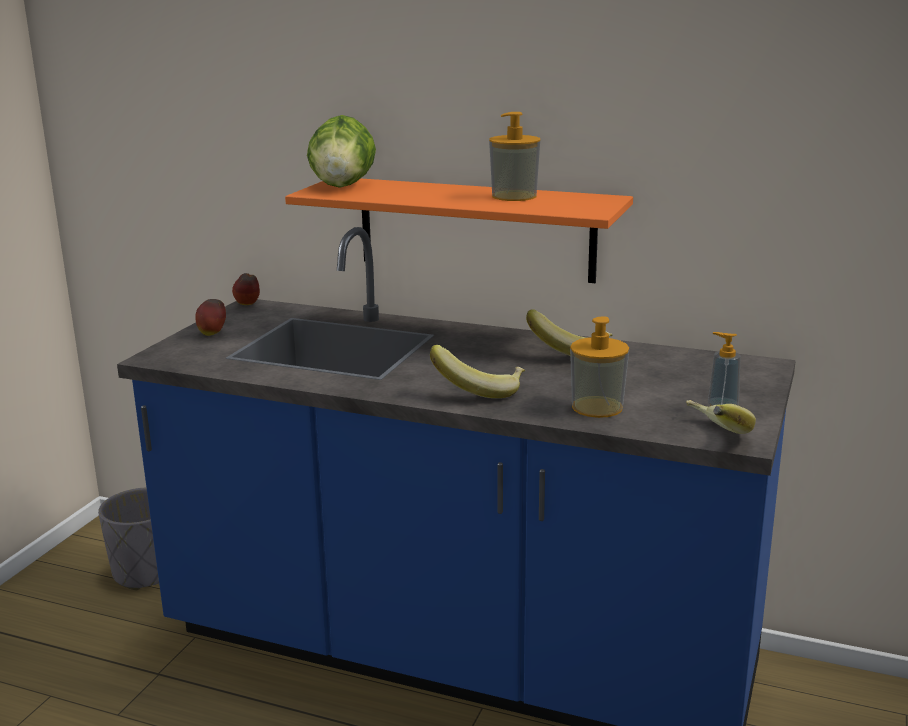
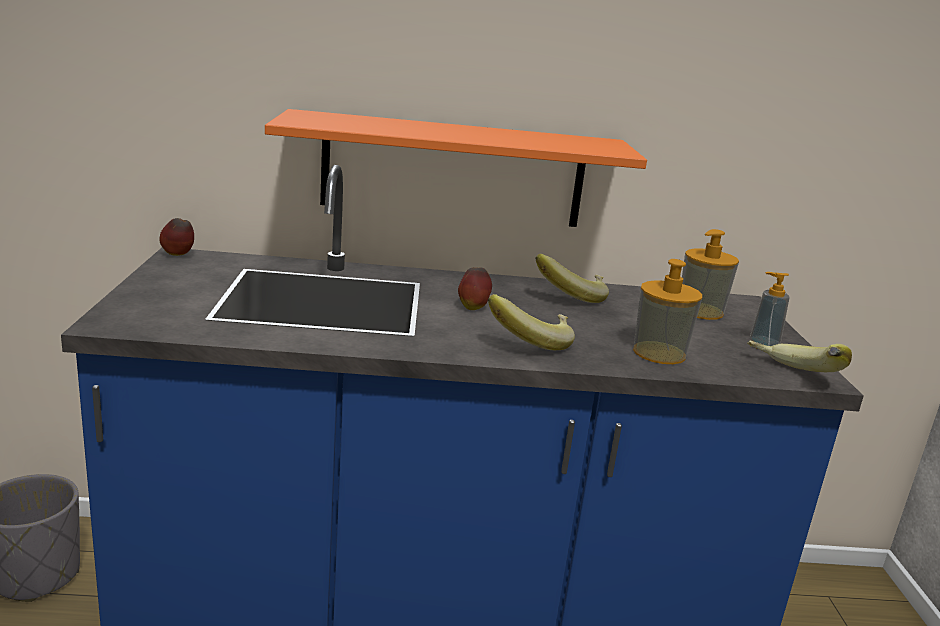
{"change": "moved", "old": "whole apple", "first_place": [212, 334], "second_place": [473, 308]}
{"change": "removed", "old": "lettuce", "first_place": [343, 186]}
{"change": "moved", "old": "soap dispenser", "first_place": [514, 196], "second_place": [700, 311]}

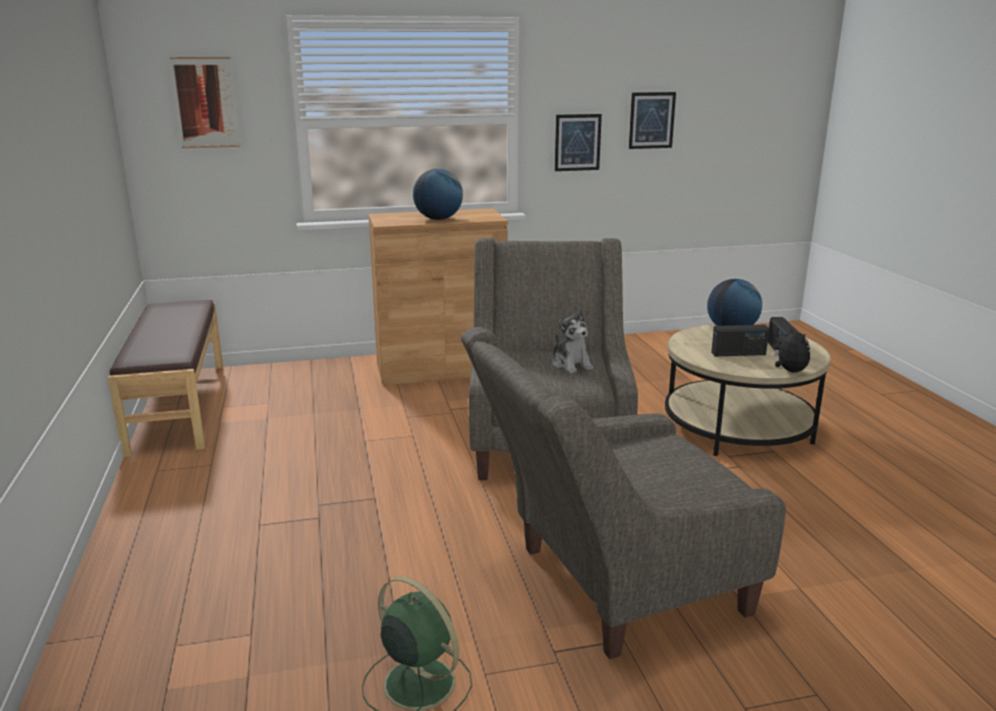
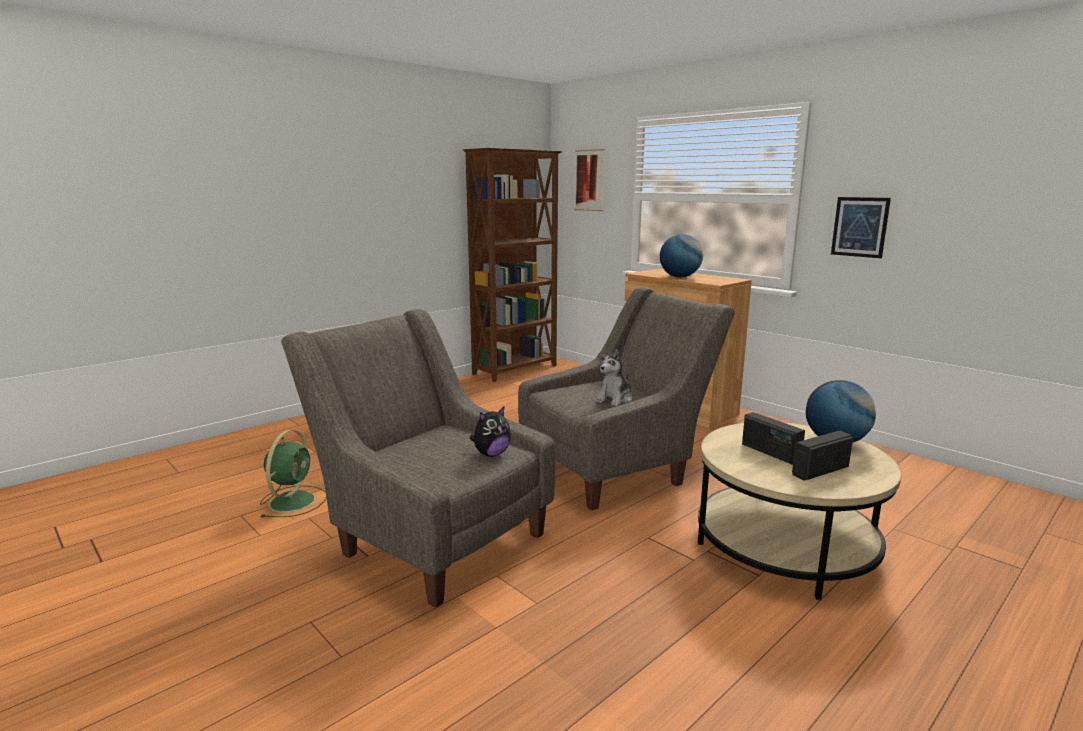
{"change": "replaced", "old": "brown-coloured long seat", "new": "brown-coloured shelving unit", "first_place": [177, 406], "second_place": [516, 370]}
{"change": "removed", "old": "picture", "first_place": [651, 120]}
{"change": "moved", "old": "soft toy", "first_place": [789, 371], "second_place": [491, 454]}

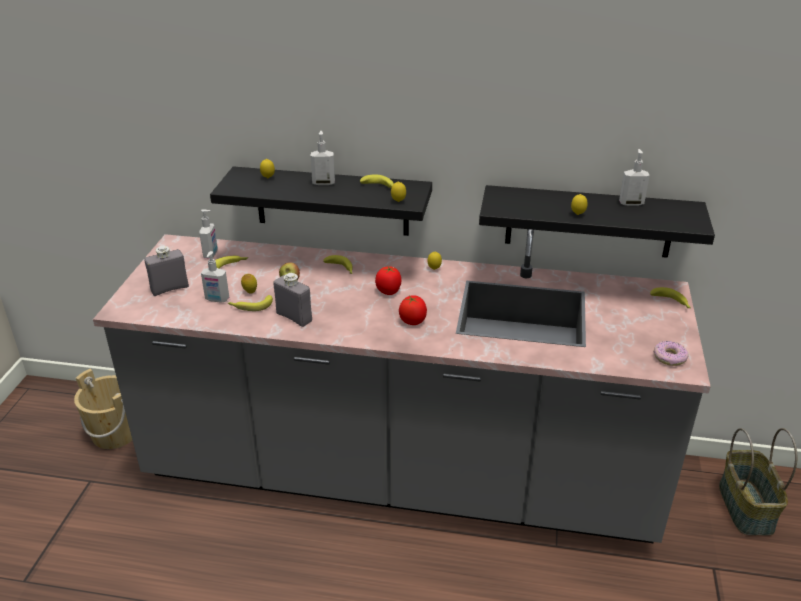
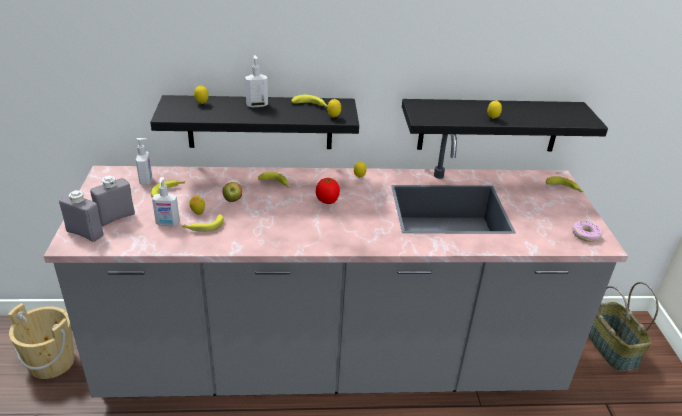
{"change": "moved", "old": "greyish beverage bottle", "first_place": [294, 317], "second_place": [85, 233]}
{"change": "removed", "old": "whole tomato", "first_place": [412, 321]}
{"change": "removed", "old": "soap dispenser", "first_place": [631, 203]}

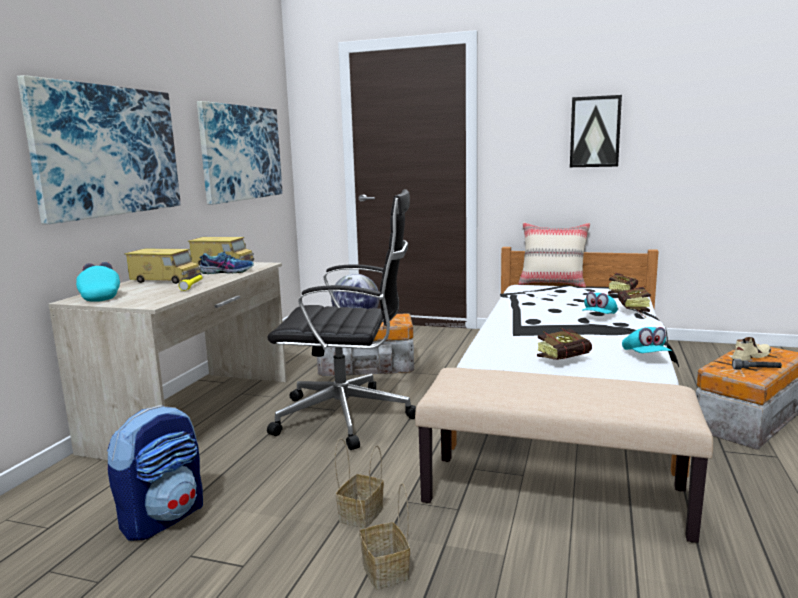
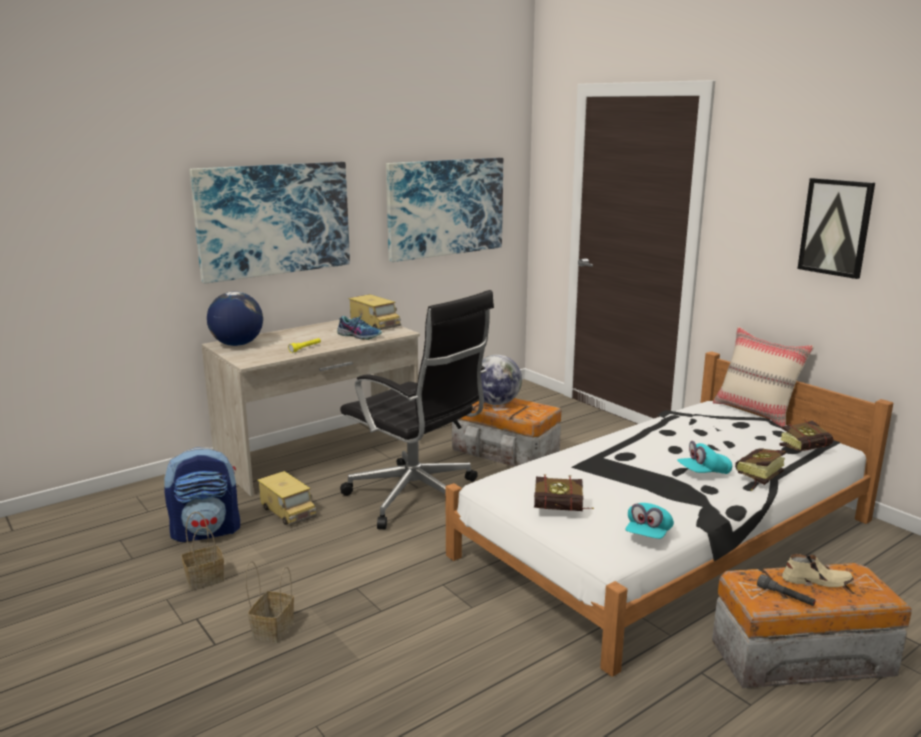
{"change": "replaced", "old": "turquoise baseball cap", "new": "globe", "first_place": [100, 296], "second_place": [237, 344]}
{"change": "moved", "old": "toy truck", "first_place": [165, 279], "second_place": [288, 511]}
{"change": "moved", "old": "storage basket", "first_place": [361, 513], "second_place": [206, 578]}
{"change": "removed", "old": "beige long seat", "first_place": [555, 495]}

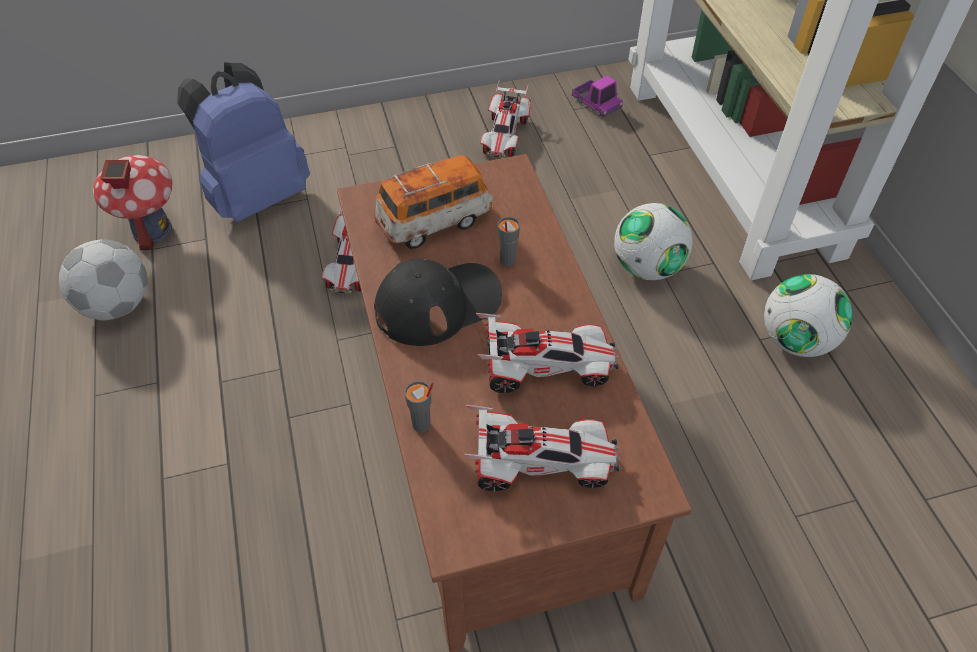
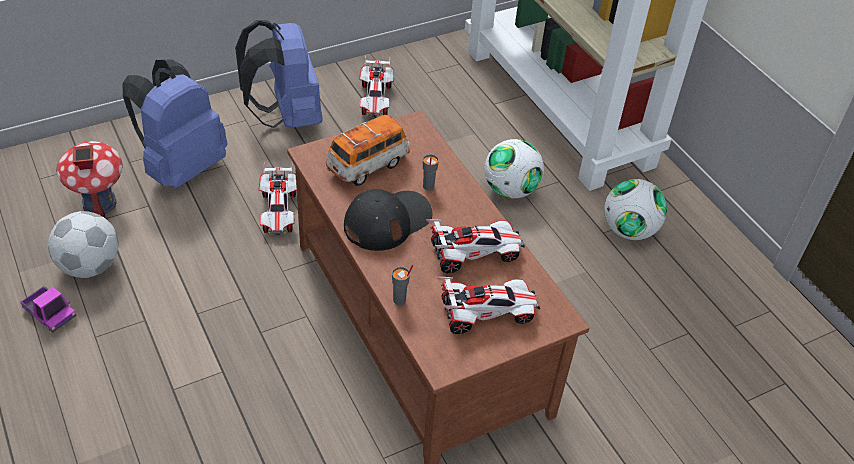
{"change": "moved", "old": "toy truck", "first_place": [596, 104], "second_place": [50, 313]}
{"change": "added", "new": "blue knapsack", "second_place": [287, 117]}

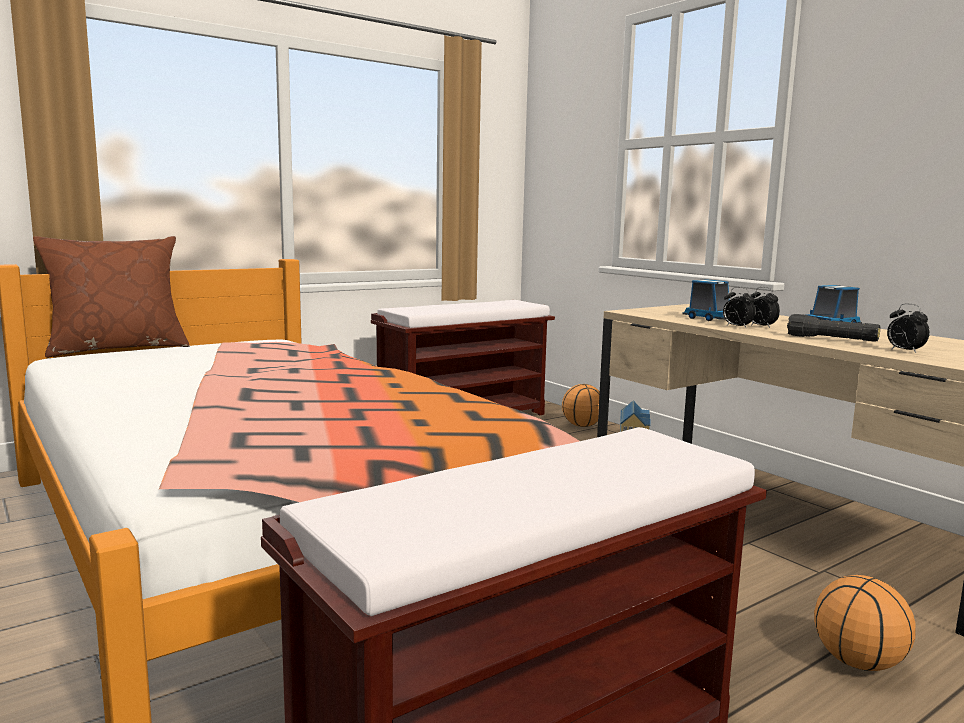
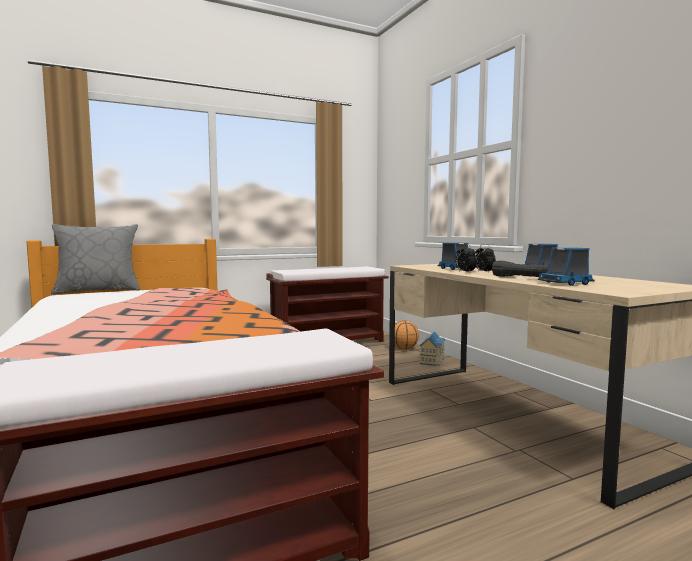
{"change": "recoloured", "old": "brown-coloured pillow", "new": "greyish pillow", "first_place": [118, 348], "second_place": [98, 291]}
{"change": "removed", "old": "ball for basketball", "first_place": [856, 662]}
{"change": "replaced", "old": "alarm clock", "new": "toy truck", "first_place": [904, 351], "second_place": [566, 283]}

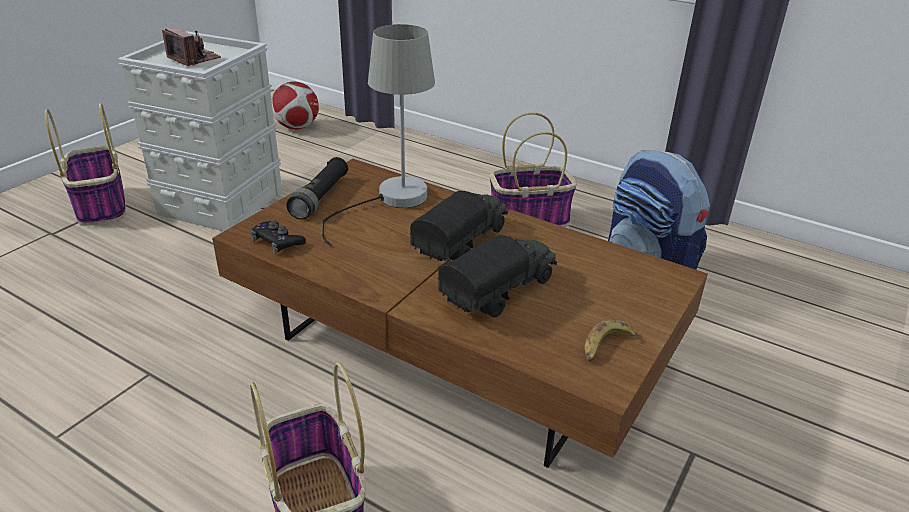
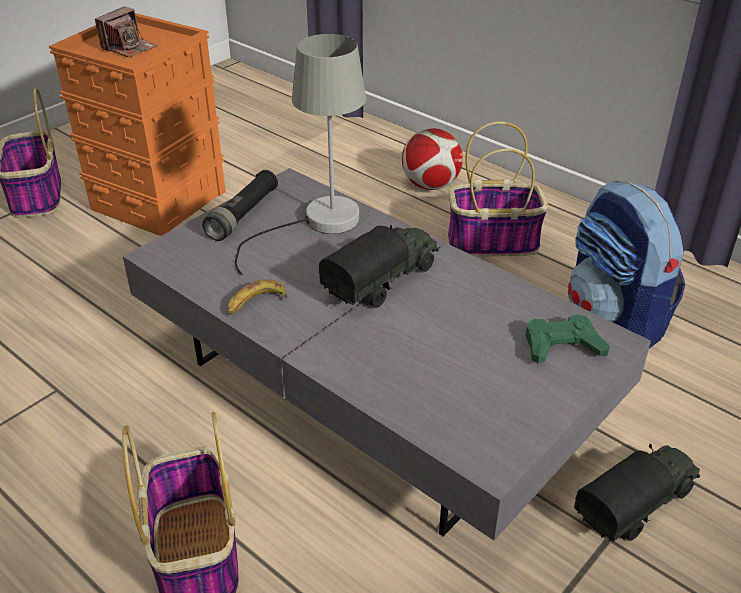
{"change": "recoloured", "old": "greyish storage bin", "new": "orange-coloured storage bin", "first_place": [221, 202], "second_place": [159, 199]}
{"change": "turned", "old": "photo camera", "first_place": [194, 59], "second_place": [129, 48], "degrees": 75}
{"change": "recoloured", "old": "brown-coloured coffee table", "new": "greyish coffee table", "first_place": [449, 349], "second_place": [368, 391]}
{"change": "removed", "old": "black-coloured joypad", "first_place": [277, 241]}
{"change": "moved", "old": "ball for football", "first_place": [297, 127], "second_place": [431, 185]}
{"change": "moved", "old": "toy truck", "first_place": [500, 292], "second_place": [636, 505]}
{"change": "moved", "old": "whole banana", "first_place": [605, 346], "second_place": [256, 303]}
{"change": "added", "new": "greenish joypad", "second_place": [562, 345]}

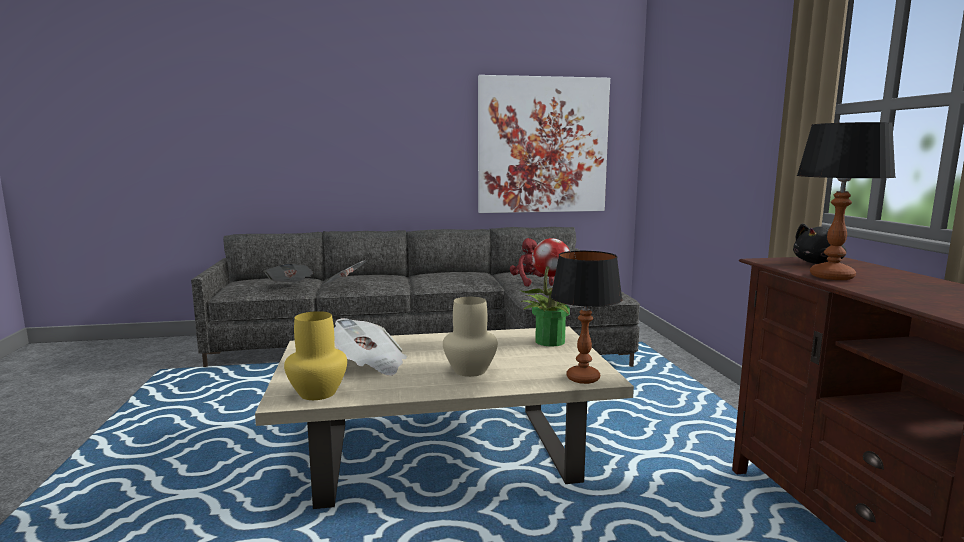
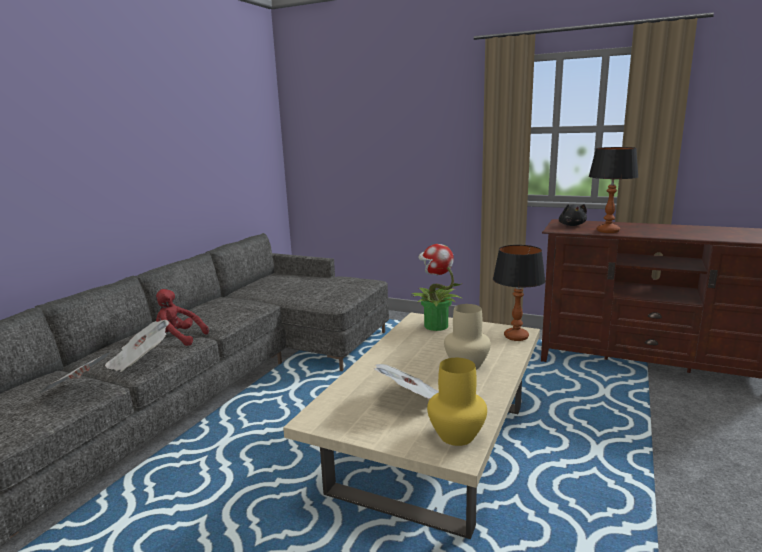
{"change": "removed", "old": "picture", "first_place": [542, 145]}
{"change": "moved", "old": "red soft toy", "first_place": [530, 282], "second_place": [178, 339]}

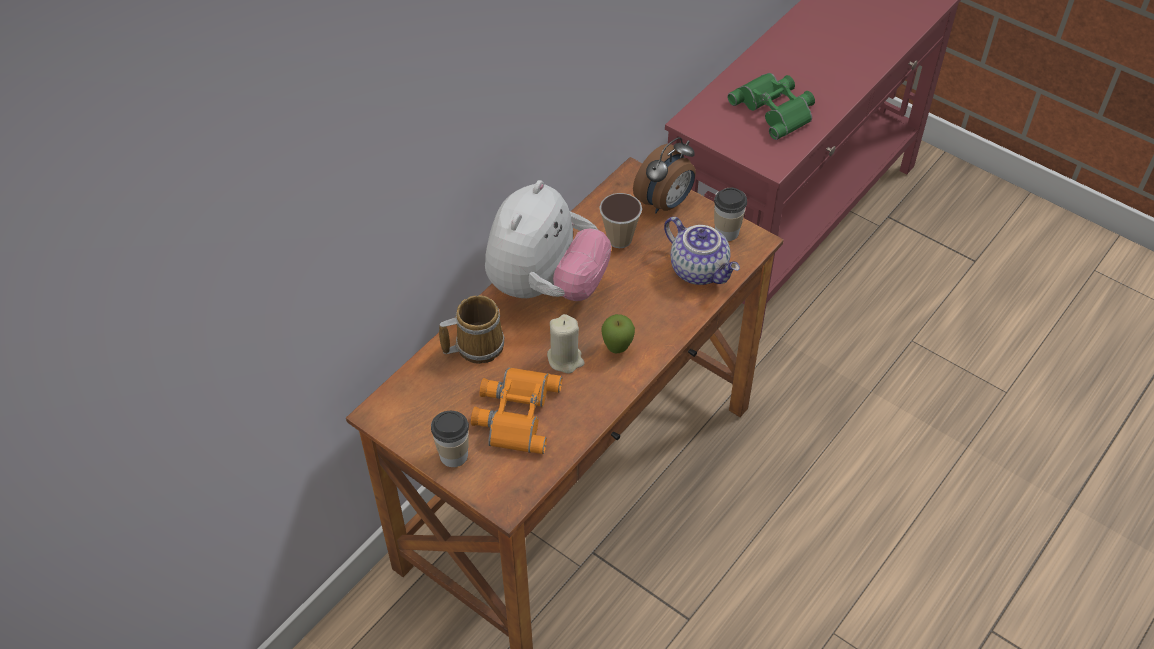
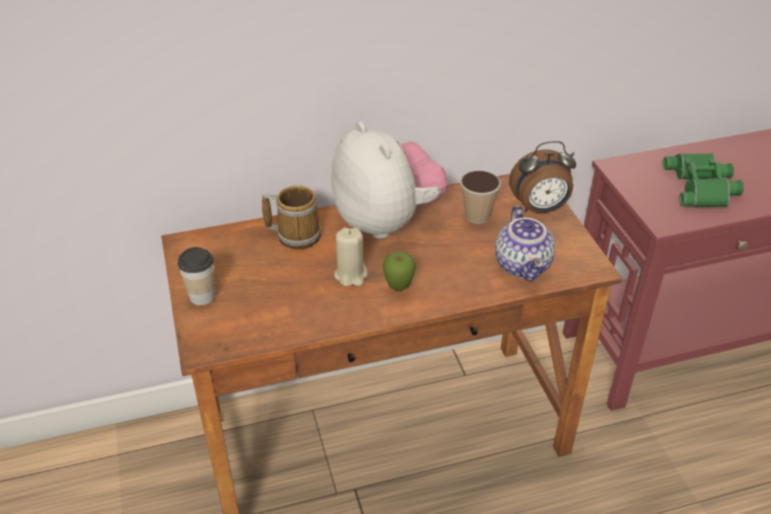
{"change": "removed", "old": "orange-coloured binoculars", "first_place": [515, 413]}
{"change": "turned", "old": "soft toy", "first_place": [546, 287], "second_place": [387, 221], "degrees": -90}
{"change": "removed", "old": "small cup", "first_place": [726, 232]}

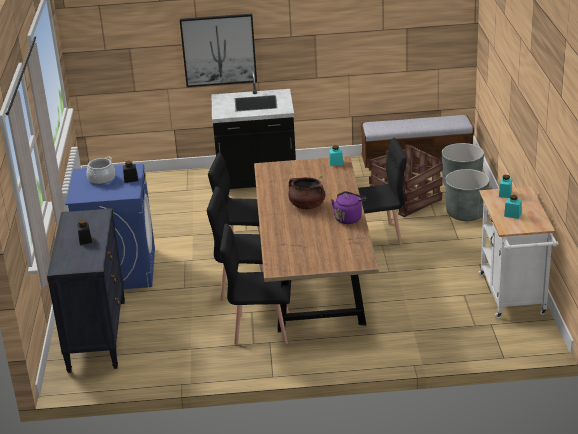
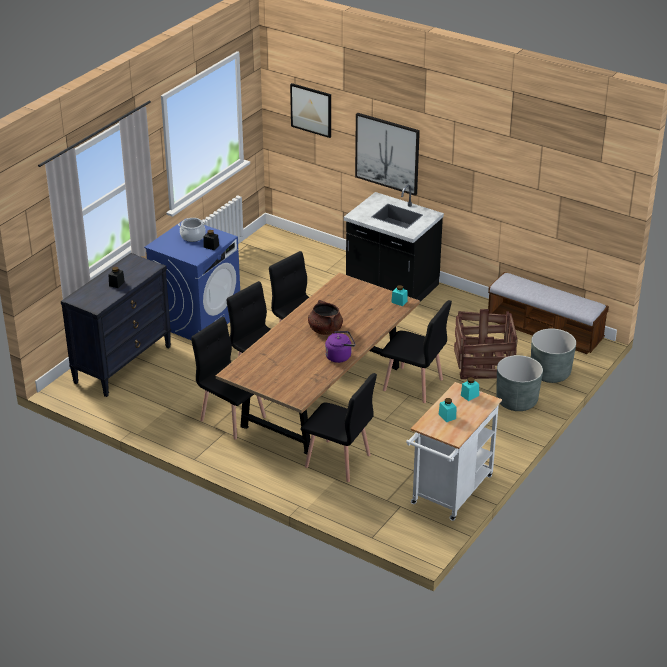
{"change": "added", "new": "picture", "second_place": [311, 110]}
{"change": "added", "new": "black-coloured plain chair", "second_place": [338, 461]}

